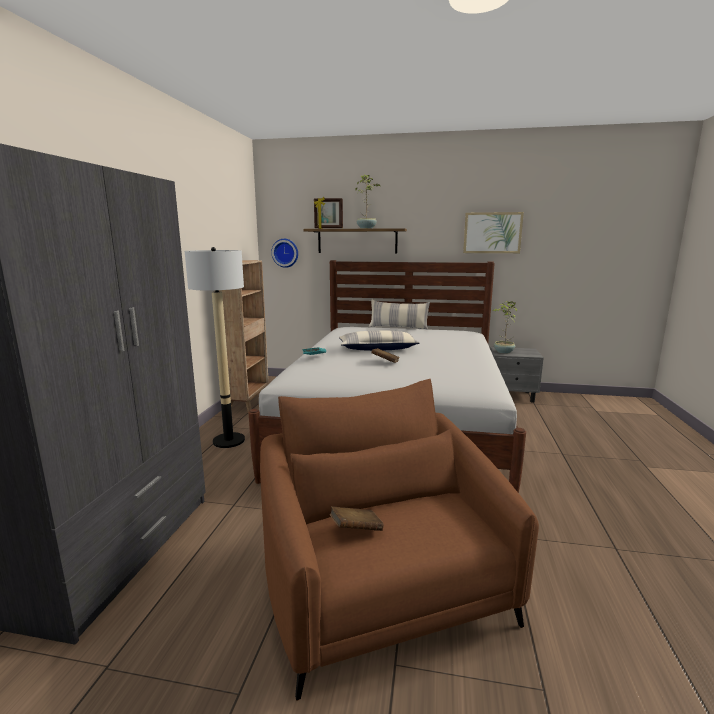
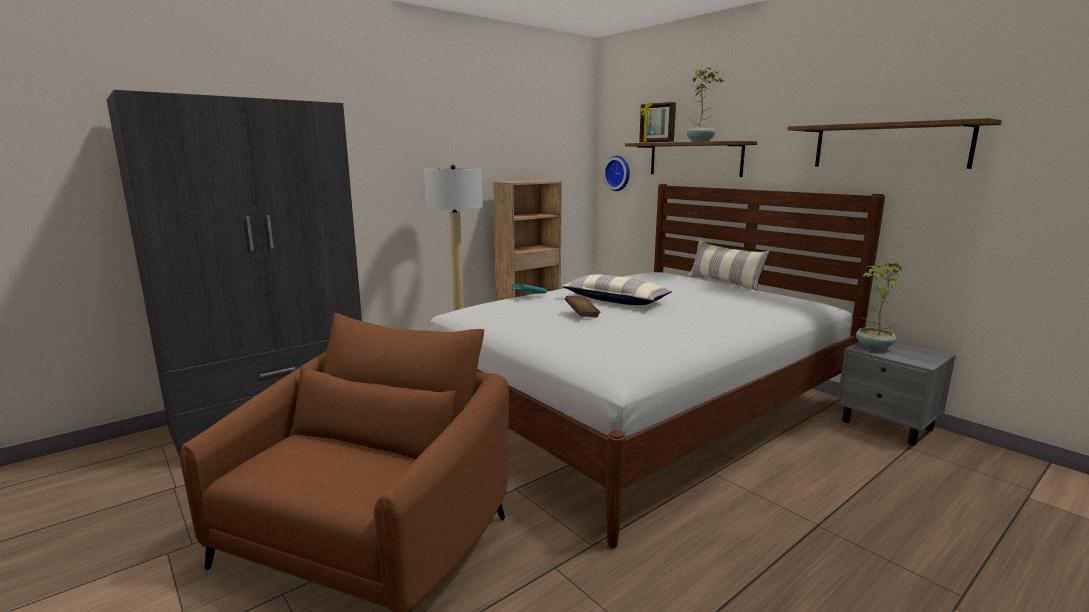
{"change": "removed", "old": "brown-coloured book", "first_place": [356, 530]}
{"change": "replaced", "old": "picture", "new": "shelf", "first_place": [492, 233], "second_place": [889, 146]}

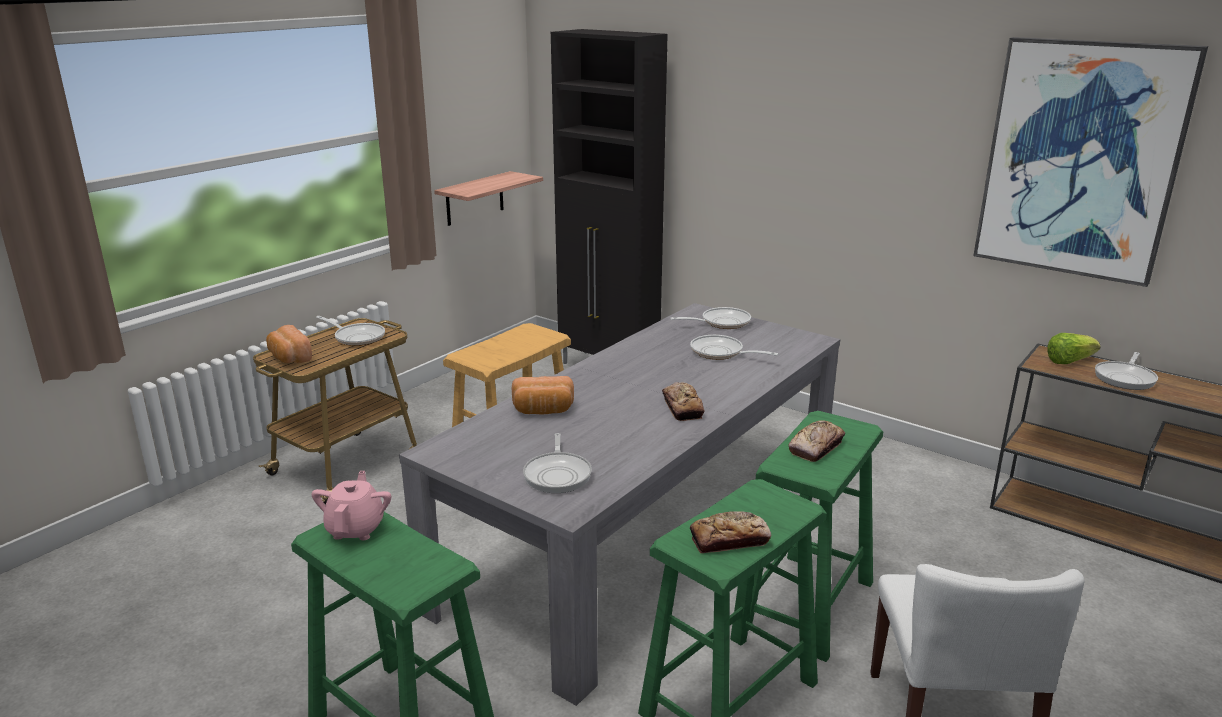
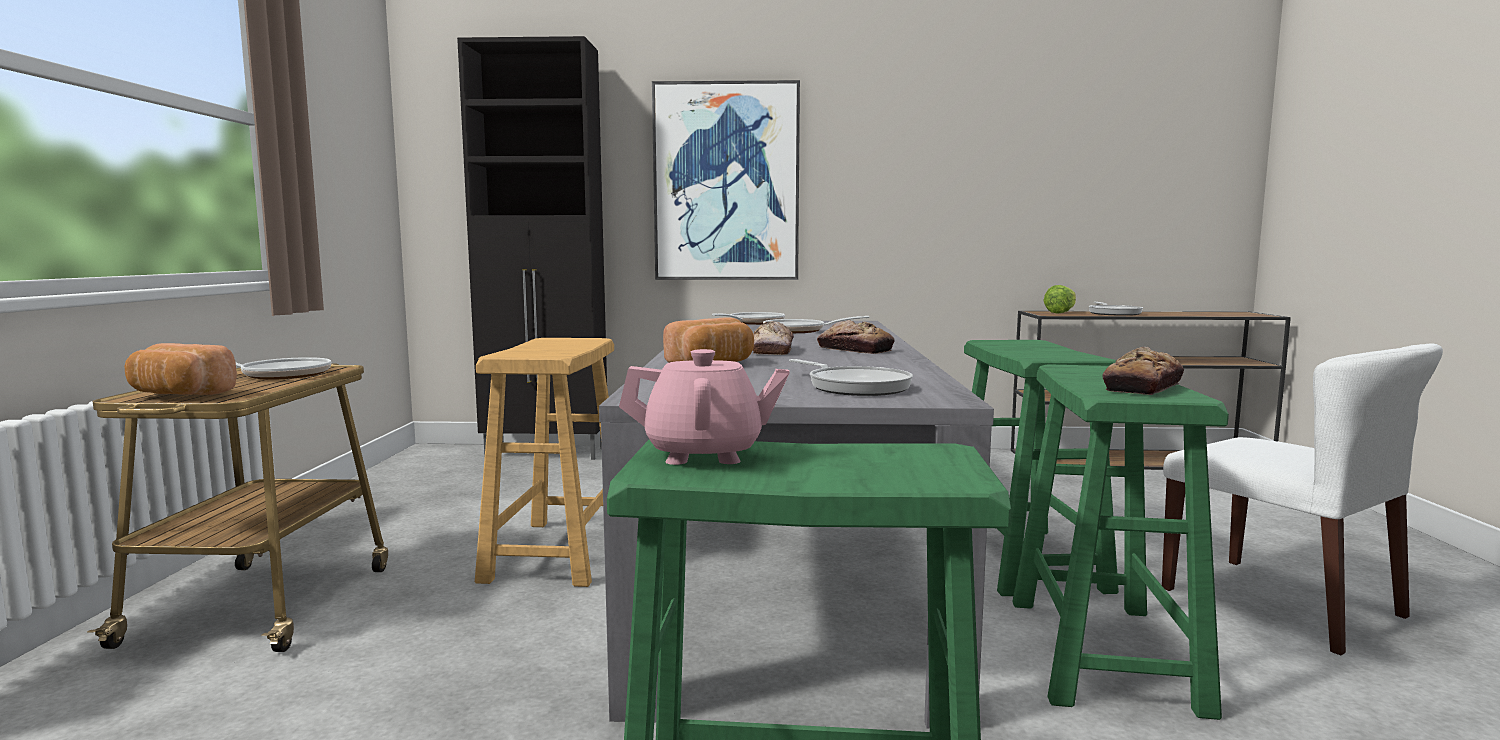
{"change": "turned", "old": "pink tea pot", "first_place": [356, 528], "second_place": [705, 454], "degrees": 120}
{"change": "removed", "old": "shelf", "first_place": [474, 198]}
{"change": "moved", "old": "bakery bread", "first_place": [816, 447], "second_place": [772, 351]}
{"change": "moved", "old": "picture", "first_place": [1081, 160], "second_place": [726, 183]}

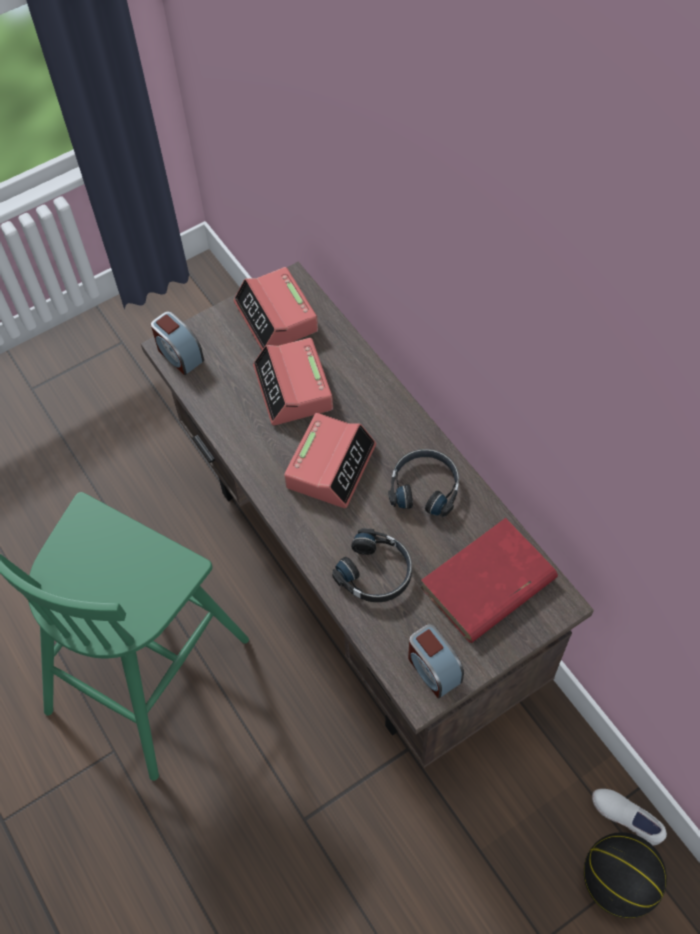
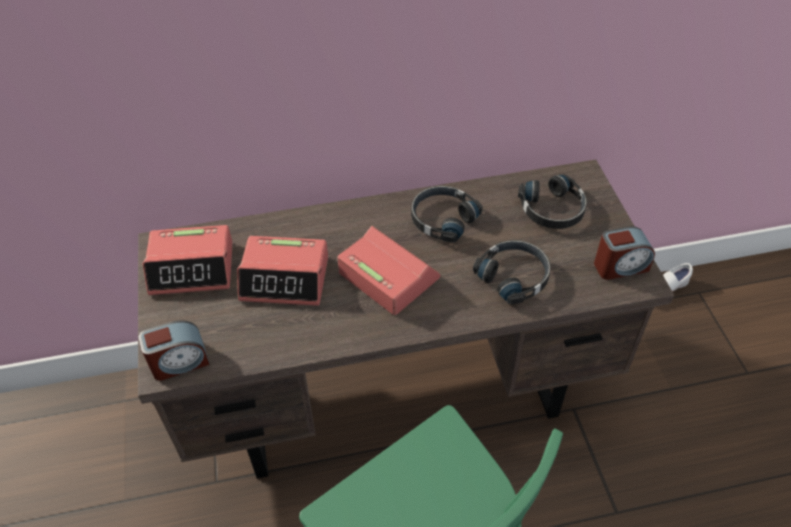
{"change": "replaced", "old": "red book", "new": "black-coloured pair of headphones", "first_place": [487, 584], "second_place": [552, 210]}
{"change": "removed", "old": "ball for basketball", "first_place": [617, 882]}

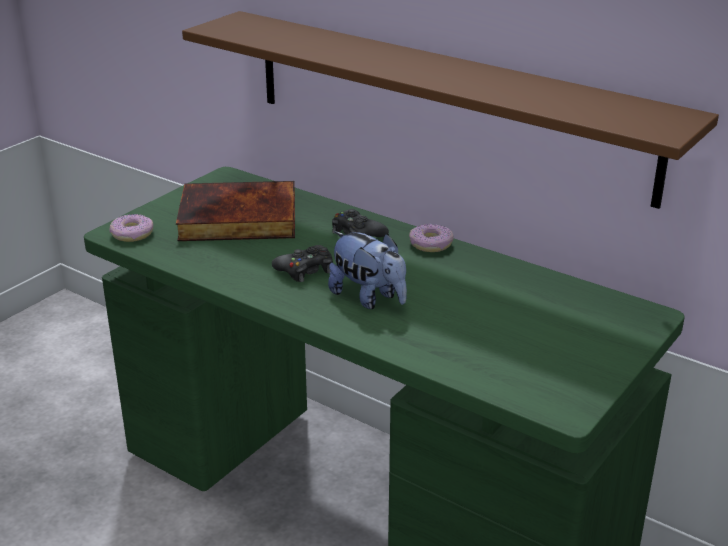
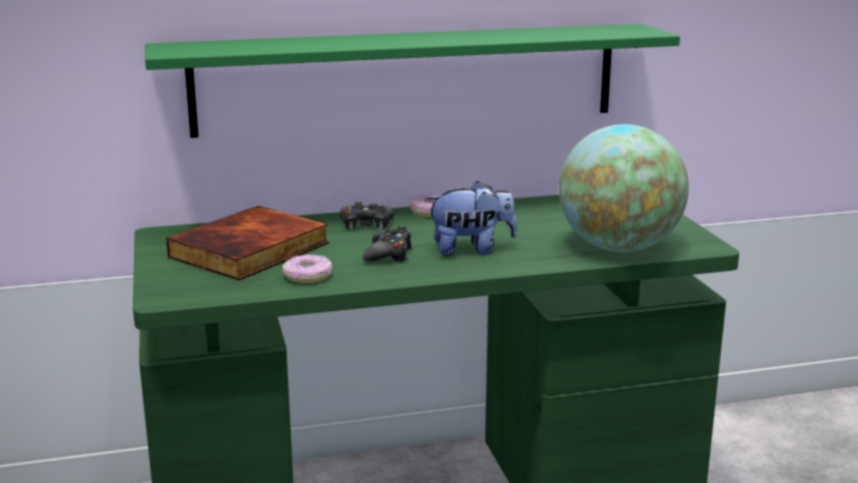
{"change": "moved", "old": "ring doughnut", "first_place": [132, 234], "second_place": [308, 276]}
{"change": "recoloured", "old": "brown-coloured shelf", "new": "greenish shelf", "first_place": [444, 103], "second_place": [408, 79]}
{"change": "added", "new": "globe", "second_place": [618, 248]}

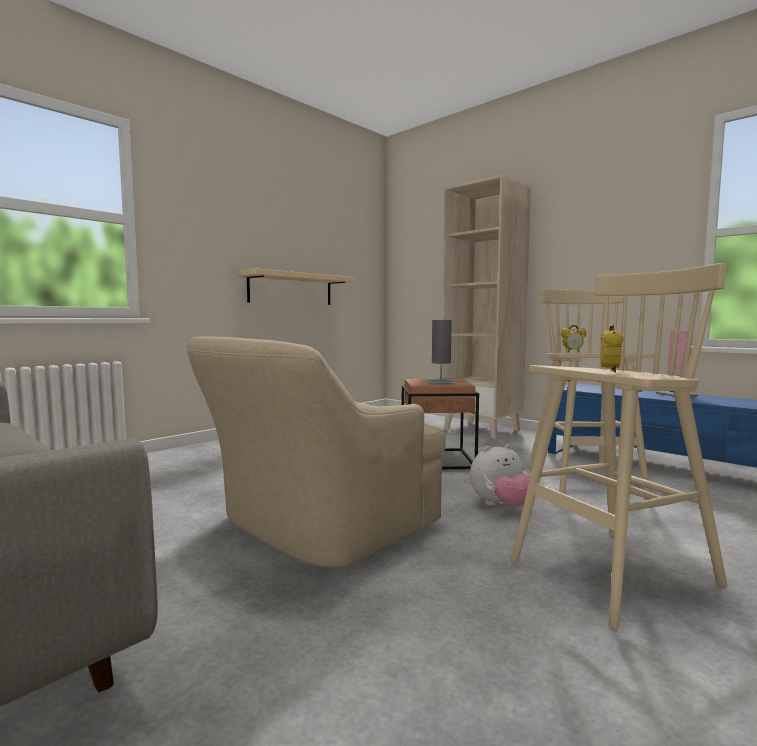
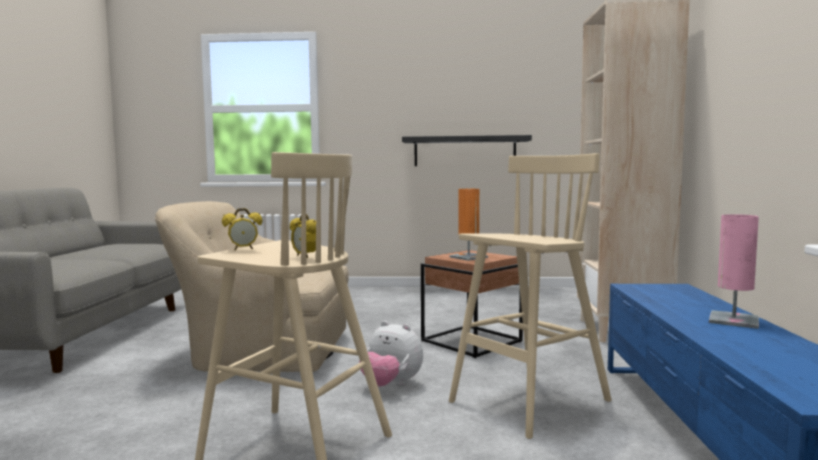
{"change": "recoloured", "old": "beige shelf", "new": "black-coloured shelf", "first_place": [291, 289], "second_place": [465, 151]}
{"change": "recoloured", "old": "greyish lamp for a table", "new": "orange-coloured lamp for a table", "first_place": [441, 383], "second_place": [468, 257]}
{"change": "moved", "old": "alarm clock", "first_place": [572, 352], "second_place": [305, 256]}

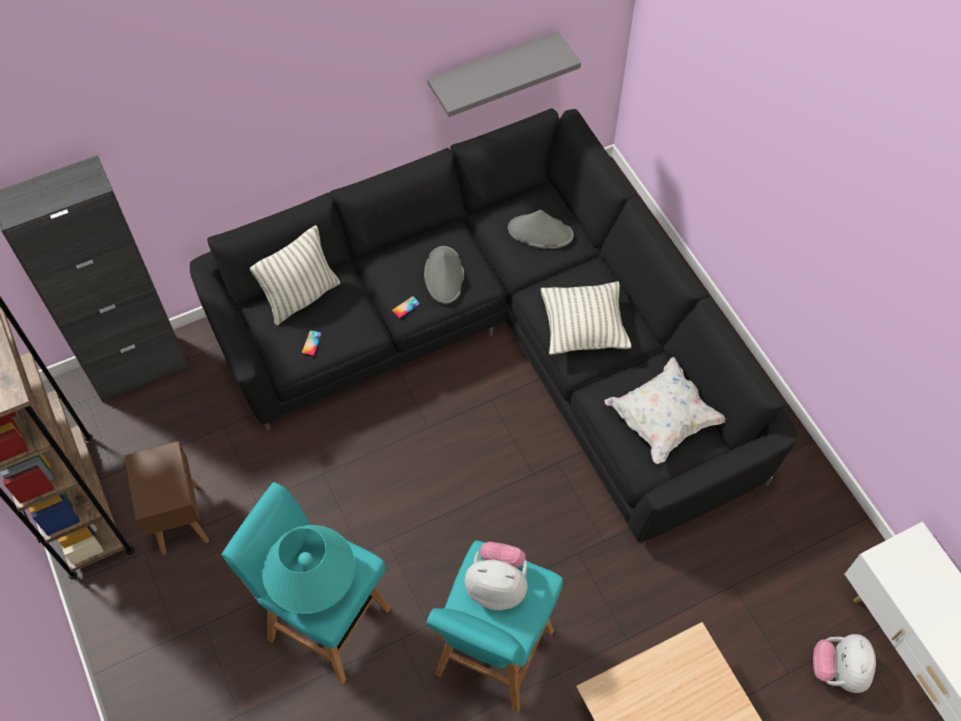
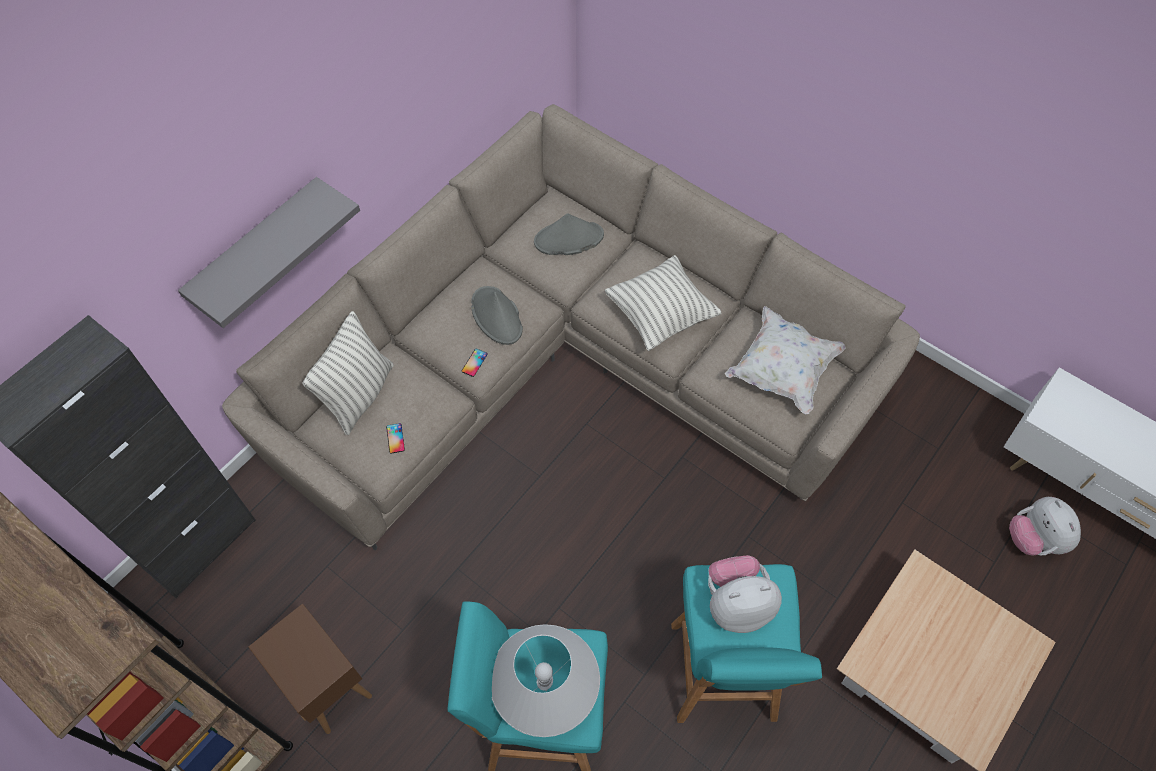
{"change": "recoloured", "old": "black-coloured settee", "new": "beige settee", "first_place": [503, 343], "second_place": [569, 364]}
{"change": "recoloured", "old": "turquoise lamp for a table", "new": "white-coloured lamp for a table", "first_place": [313, 582], "second_place": [546, 690]}
{"change": "moved", "old": "greyish shelf", "first_place": [493, 70], "second_place": [257, 248]}

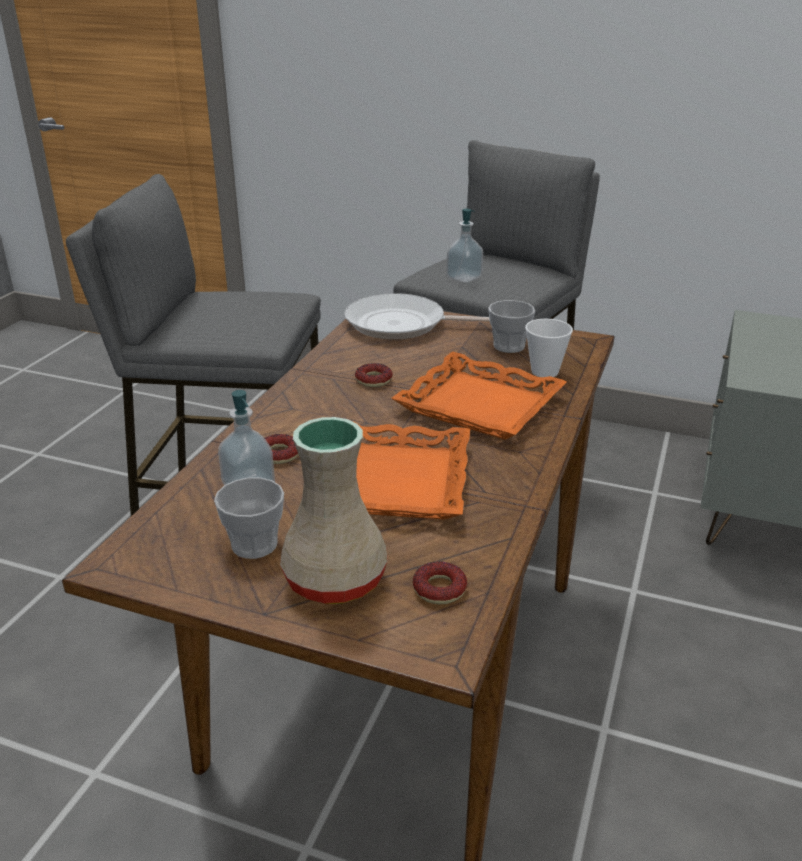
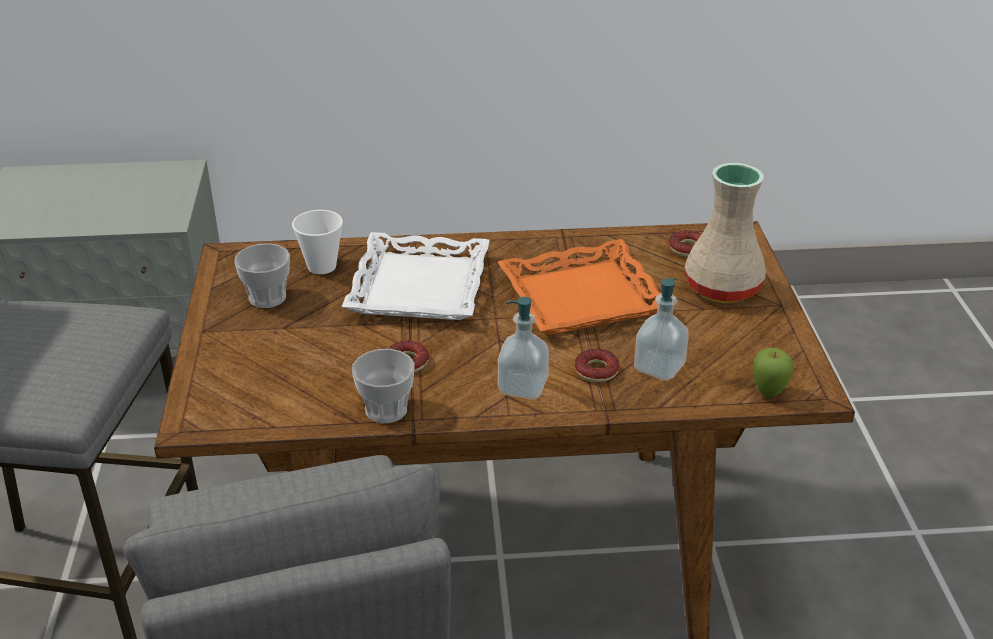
{"change": "moved", "old": "small cup", "first_place": [254, 544], "second_place": [386, 410]}
{"change": "removed", "old": "frying pan", "first_place": [401, 325]}
{"change": "recoloured", "old": "orange-coloured serving tray", "new": "white-coloured serving tray", "first_place": [480, 405], "second_place": [418, 286]}
{"change": "moved", "old": "soap dispenser", "first_place": [464, 277], "second_place": [523, 387]}
{"change": "added", "new": "whole apple", "second_place": [768, 394]}

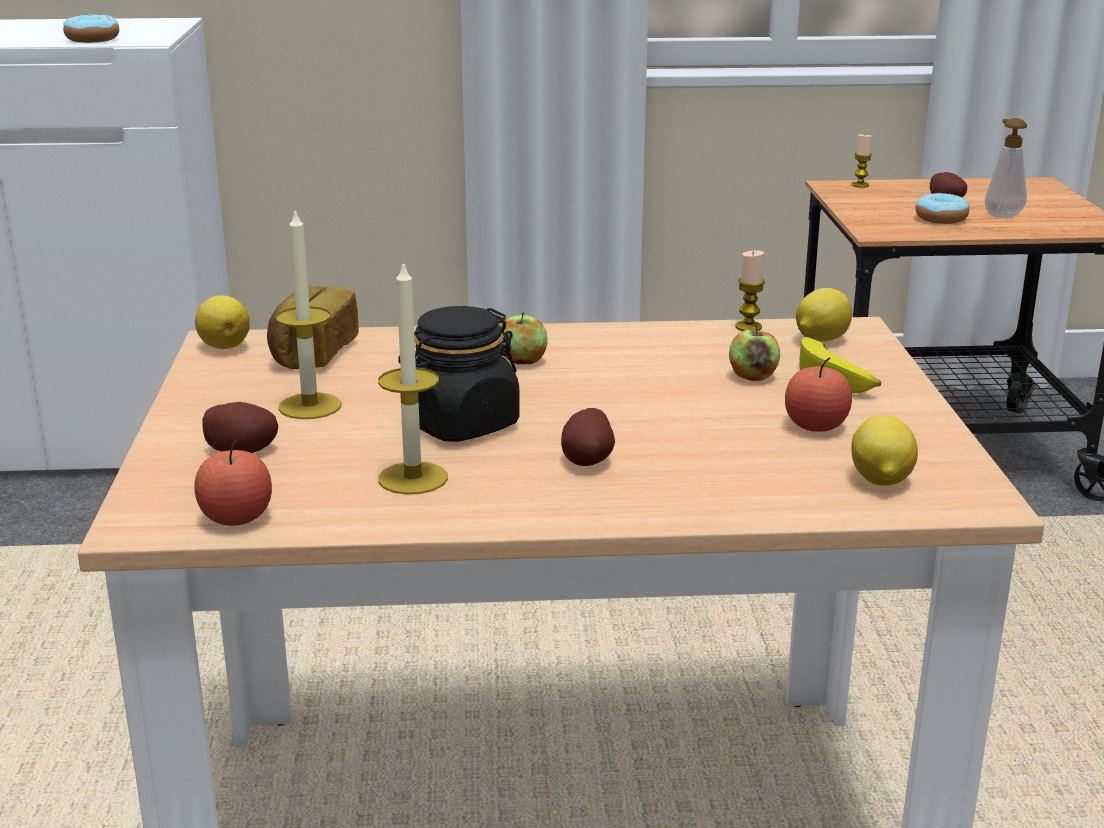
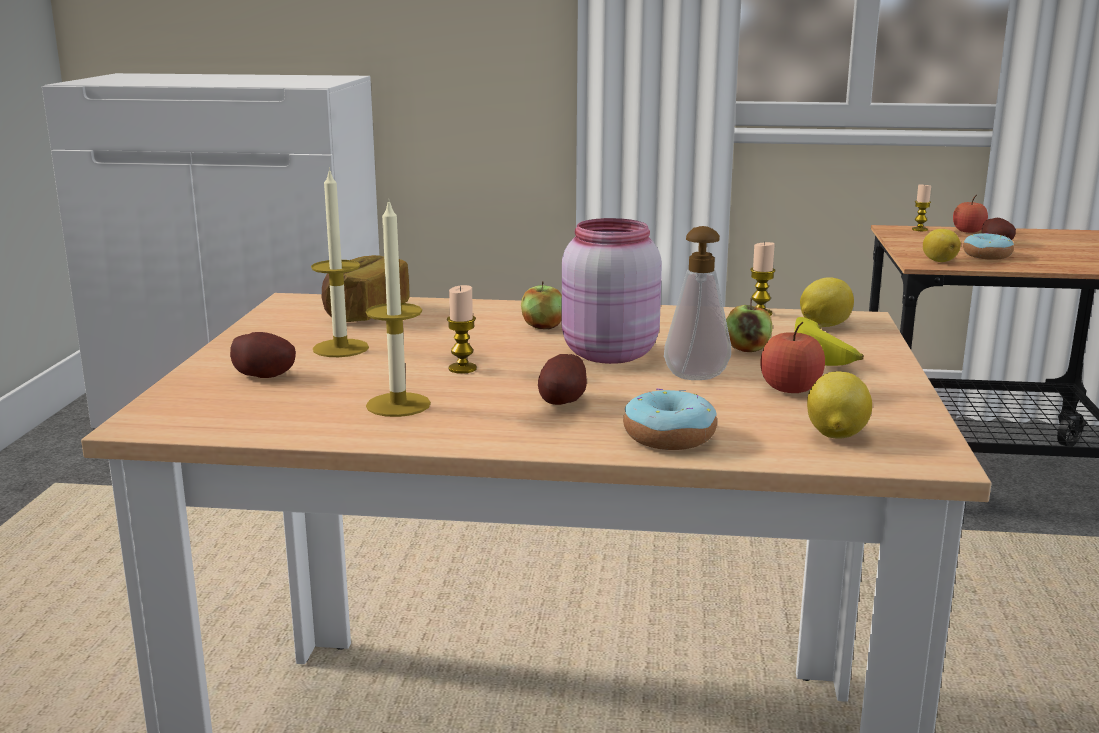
{"change": "moved", "old": "ring doughnut", "first_place": [93, 39], "second_place": [669, 437]}
{"change": "moved", "old": "lemon", "first_place": [224, 346], "second_place": [938, 261]}
{"change": "moved", "old": "whole apple", "first_place": [236, 518], "second_place": [968, 231]}
{"change": "replaced", "old": "black-coloured preserve jar", "new": "candle", "first_place": [460, 424], "second_place": [462, 368]}
{"change": "moved", "old": "soap dispenser", "first_place": [1001, 215], "second_place": [695, 375]}
{"change": "added", "new": "pink preserve jar", "second_place": [606, 354]}

